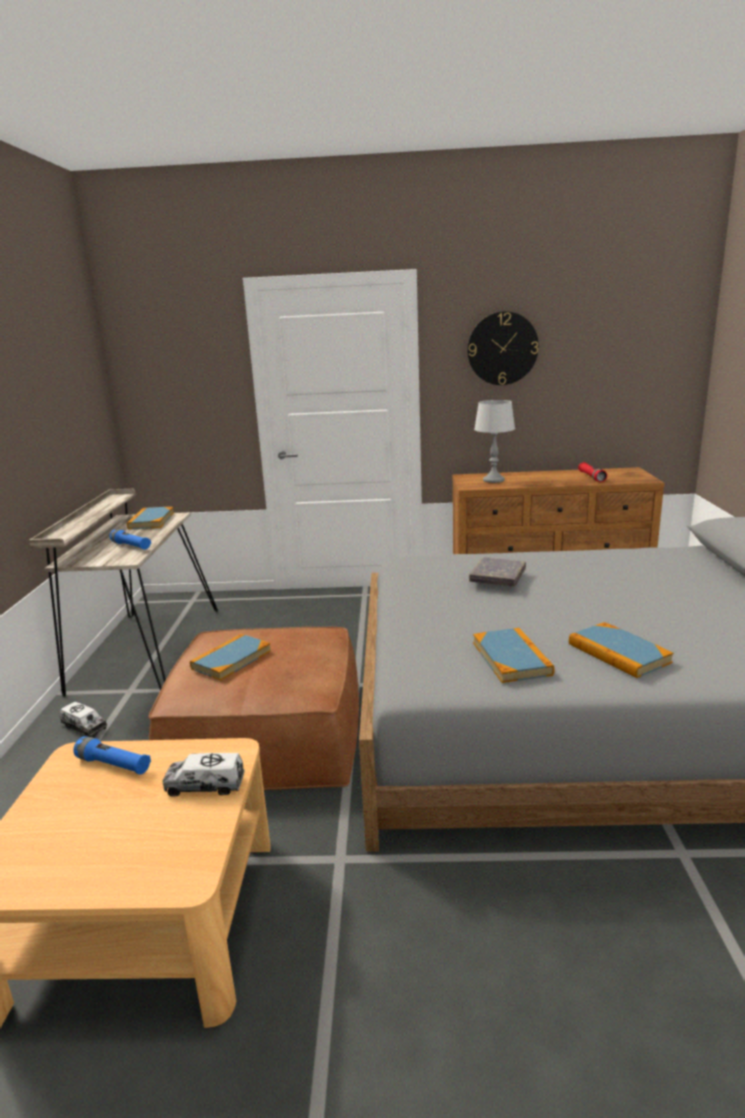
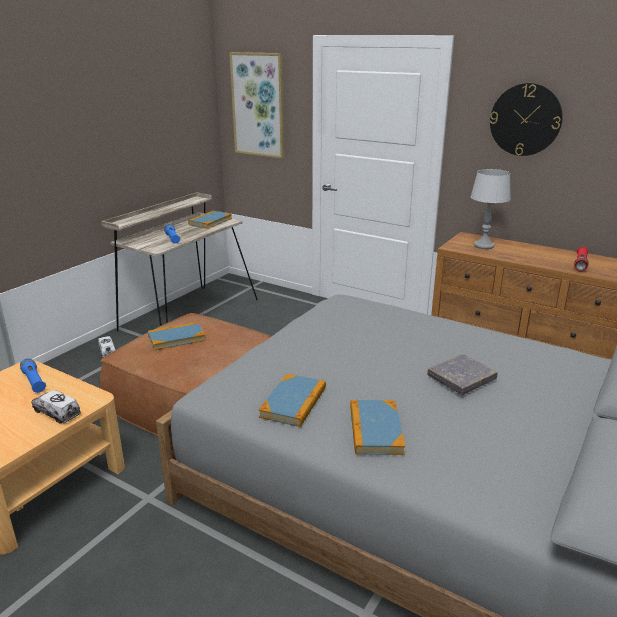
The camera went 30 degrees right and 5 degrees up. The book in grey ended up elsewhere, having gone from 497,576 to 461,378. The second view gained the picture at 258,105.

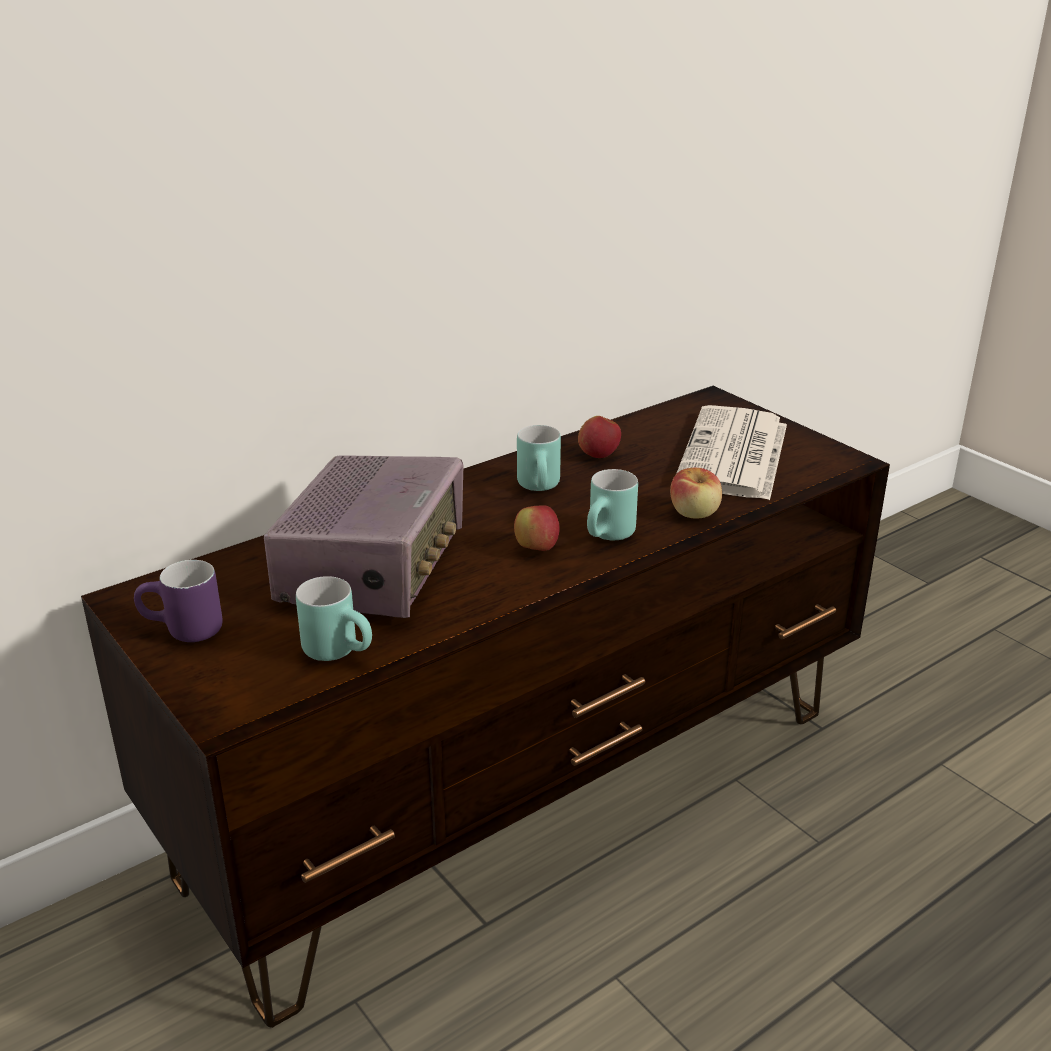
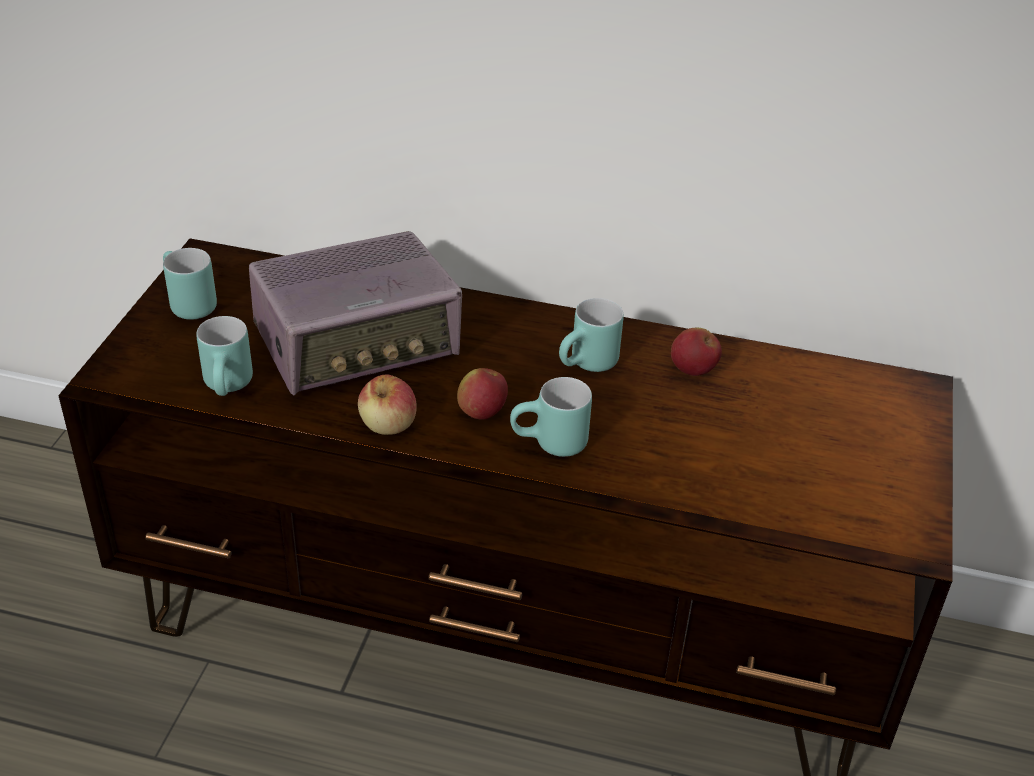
The camera went 50 degrees right and 10 degrees up. What was the mug in purple at 182,632 turned into the mug in turquoise at 185,304. The apple ended up elsewhere, having gone from 695,513 to 388,424. The second view lost the newspaper at 734,455.

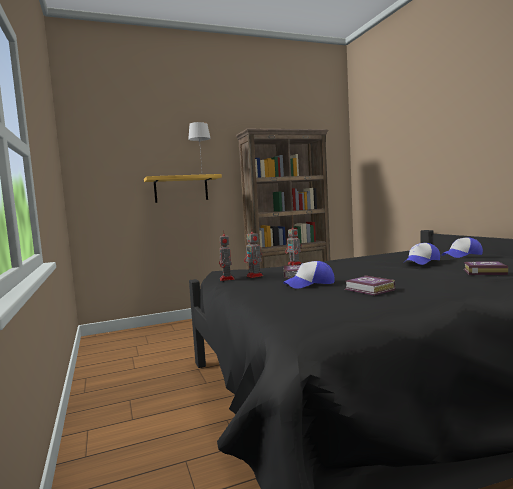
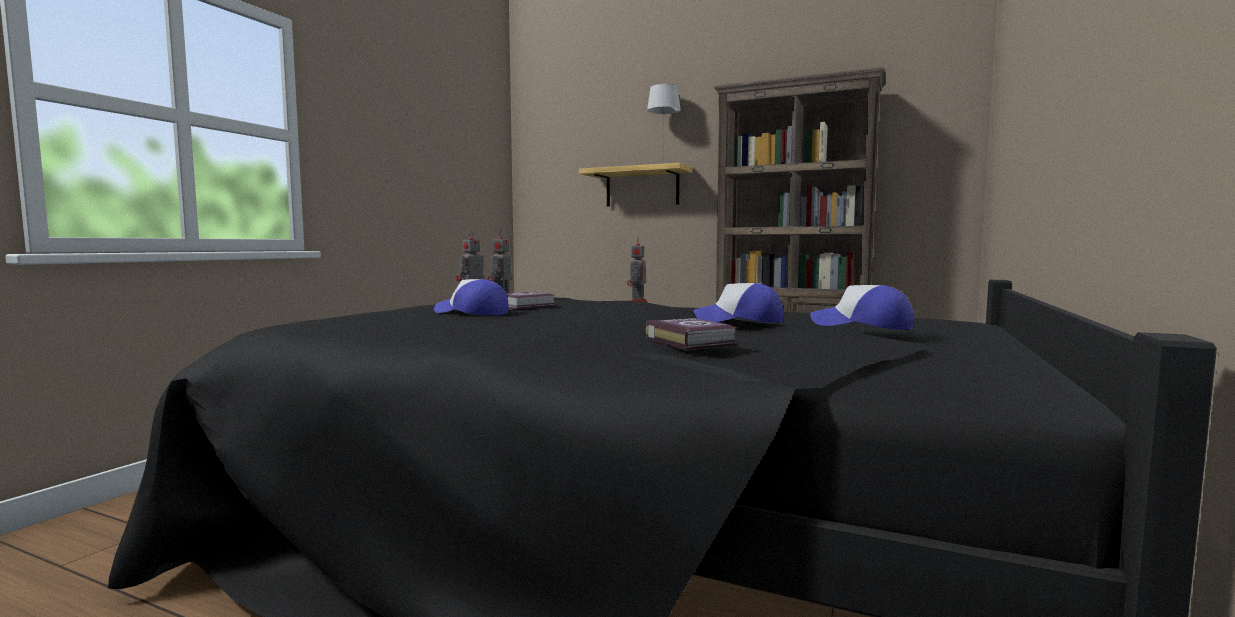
The camera went 45 degrees right and 0 degrees up. The second view lost the book at 369,290.

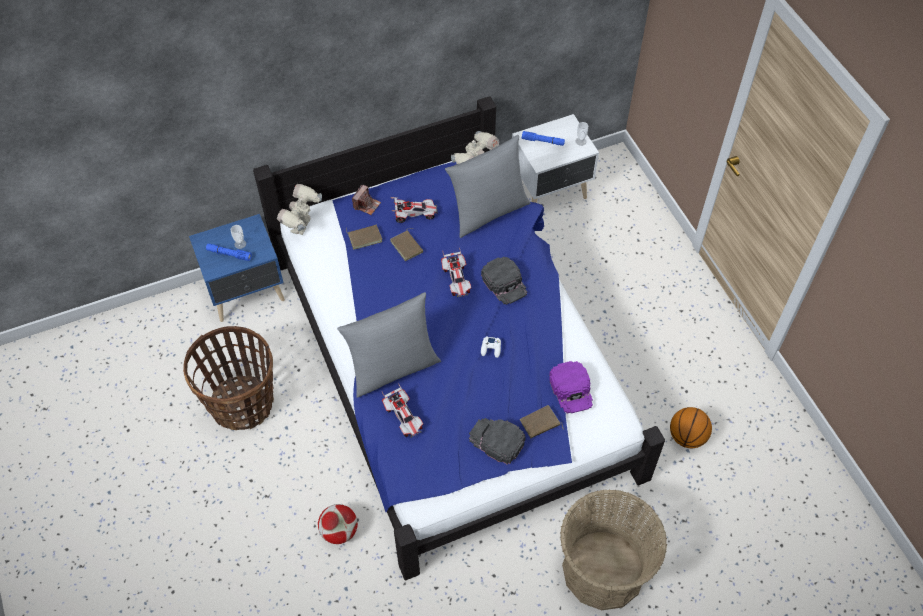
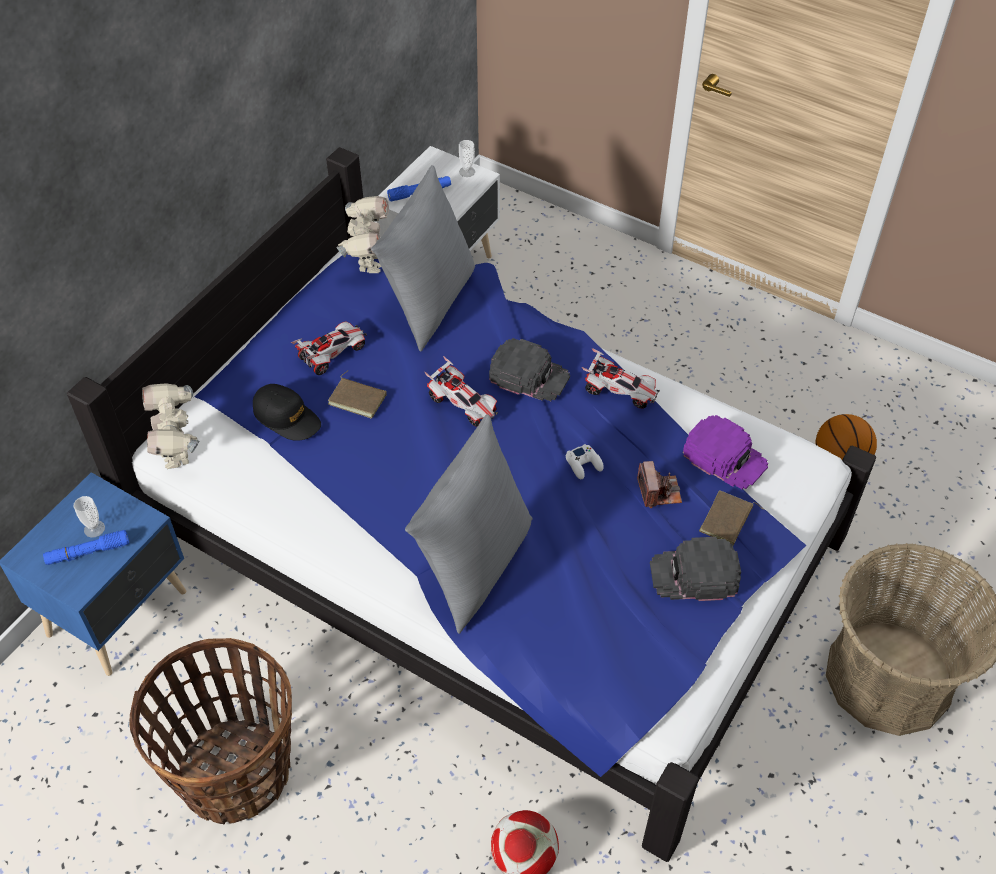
The camera went 35 degrees left and 5 degrees down. Where the book in brown stood at 365,237, the cap in black came to stand at 287,418. The photo camera ended up elsewhere, having gone from 366,205 to 659,491. The toy car ended up elsewhere, having gone from 403,417 to 619,391.

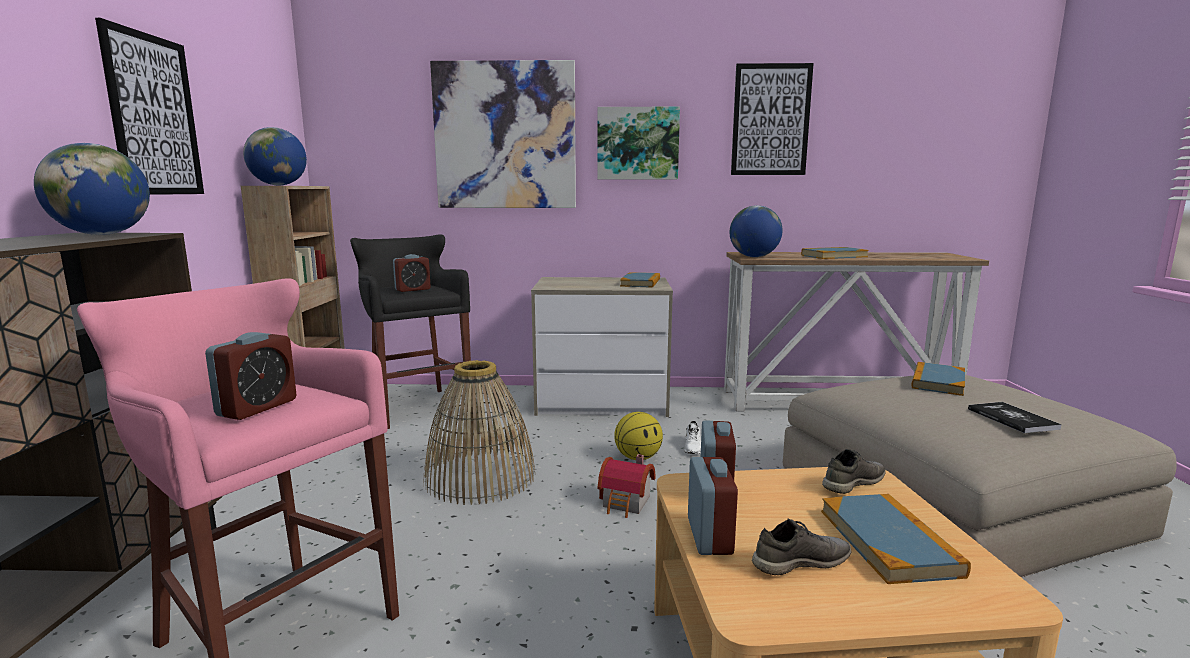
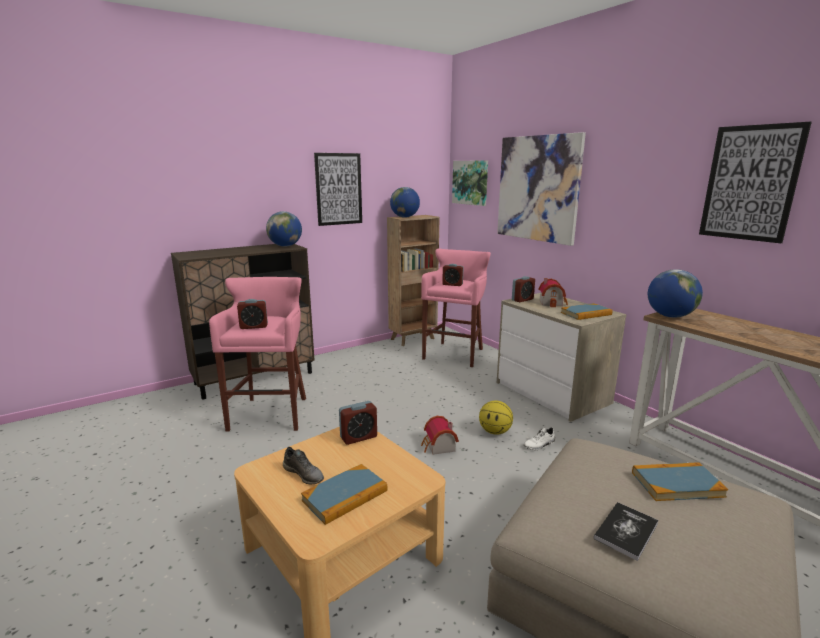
The camera went 55 degrees right and 5 degrees up. What was the stool in black at 417,407 turned into the stool in pink at 455,353. The second view lost the basket at 480,477. The picture ended up elsewhere, having gone from 637,143 to 470,182. The alarm clock ended up elsewhere, having gone from 709,536 to 522,300. The second view lost the book at 834,256. The second view lost the shoe in grey at 852,482. The second view gained the toy house at 552,303.

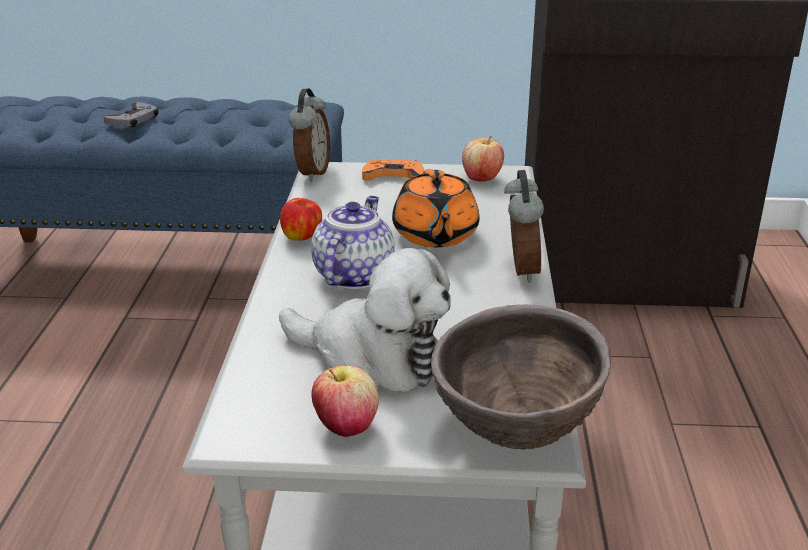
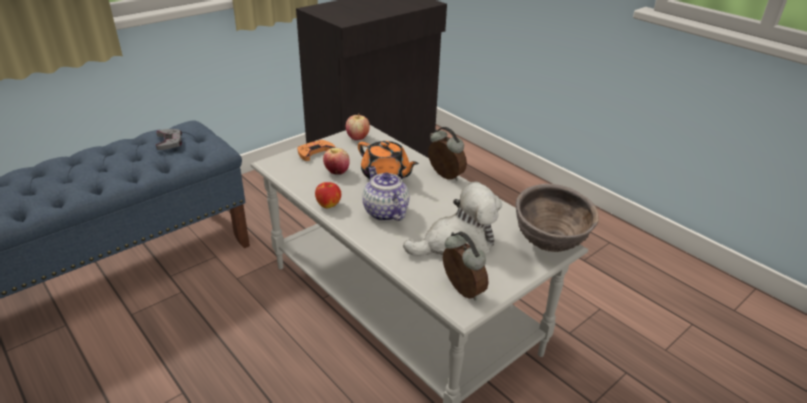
The camera went 45 degrees left and 5 degrees up. The game controller in grey ended up elsewhere, having gone from 133,120 to 169,142. The alarm clock ended up elsewhere, having gone from 311,173 to 461,291. The apple ended up elsewhere, having gone from 346,427 to 337,172.

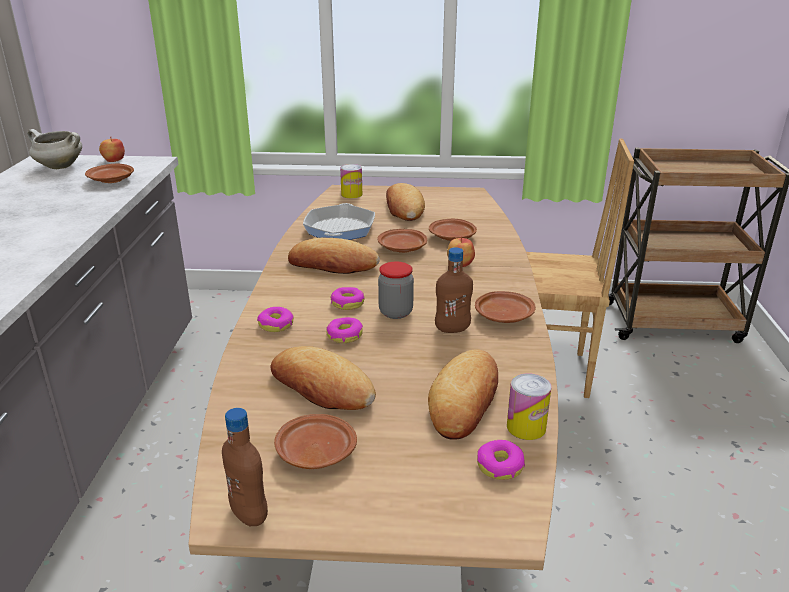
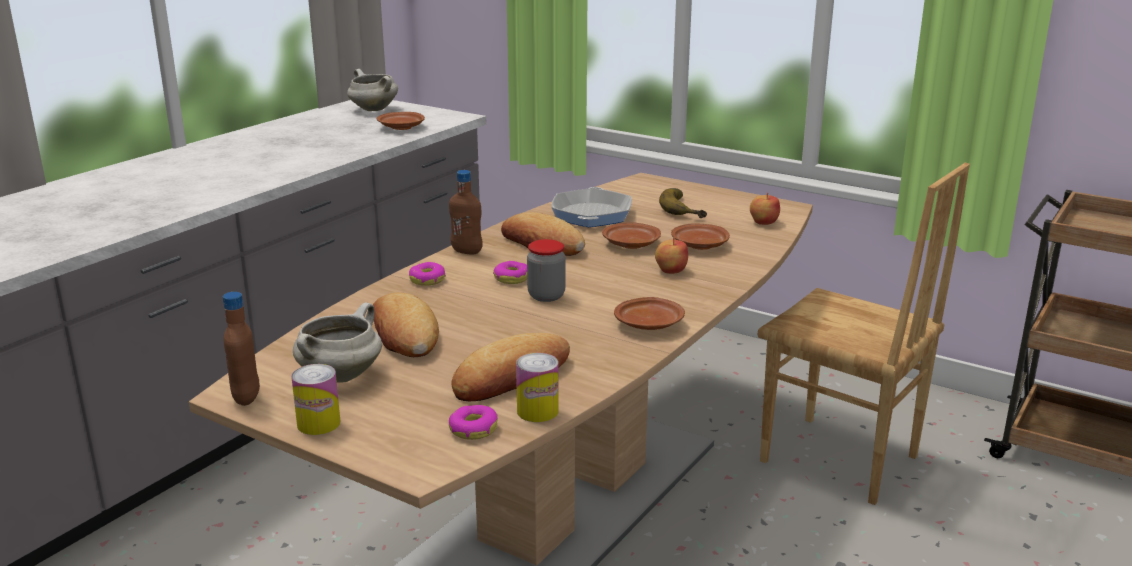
The camera went 30 degrees right and 5 degrees down. The apple ended up elsewhere, having gone from 114,160 to 763,222. Where the plate in brown stood at 315,452, the cooking pot in white came to stand at 340,375. The frying pan at 340,229 ended up facing another way, 150 degrees clockwise from before. The second view lost the donut at 344,335. The can ended up elsewhere, having gone from 351,194 to 318,423. Where the bread stood at 404,208, the banana came to stand at 686,208. The bottle in brown ended up elsewhere, having gone from 452,329 to 467,251.

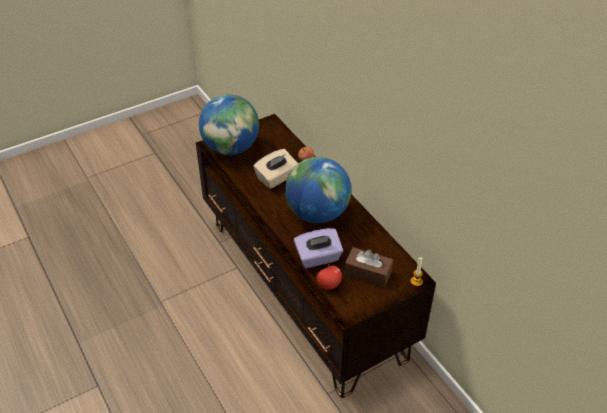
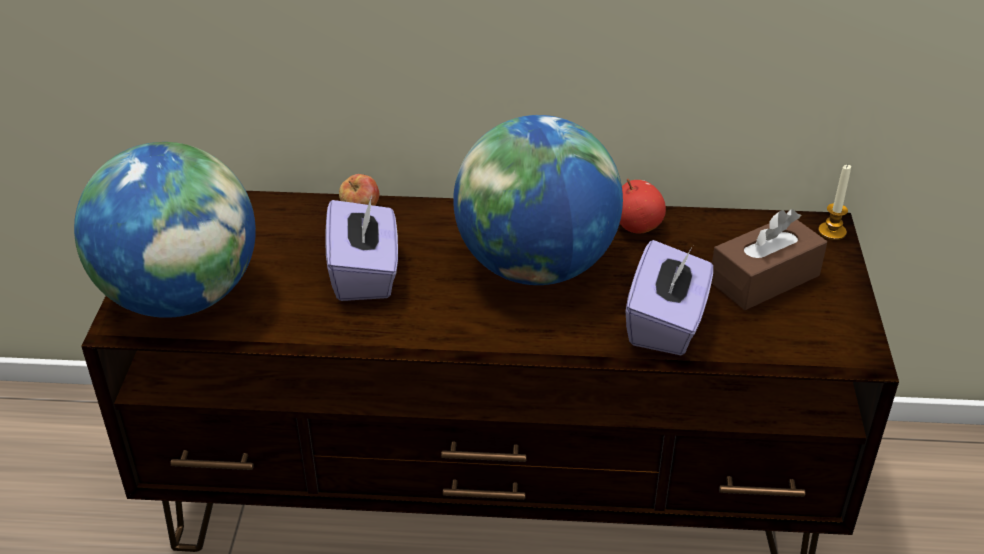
The camera went 55 degrees left and 5 degrees down. What was the tissue box in beige at 276,178 turned into the tissue box in purple at 365,274. The apple ended up elsewhere, having gone from 328,285 to 637,226.

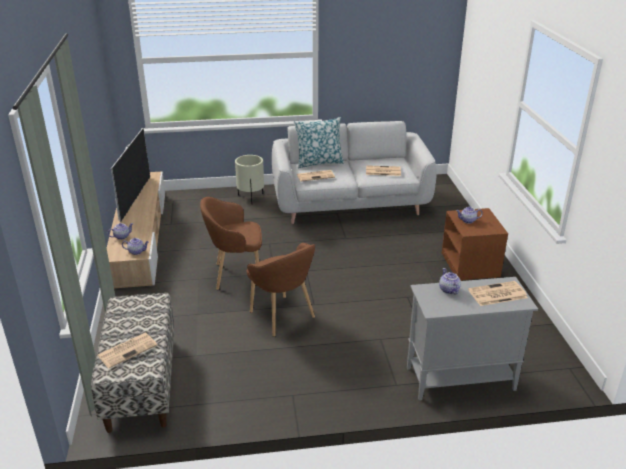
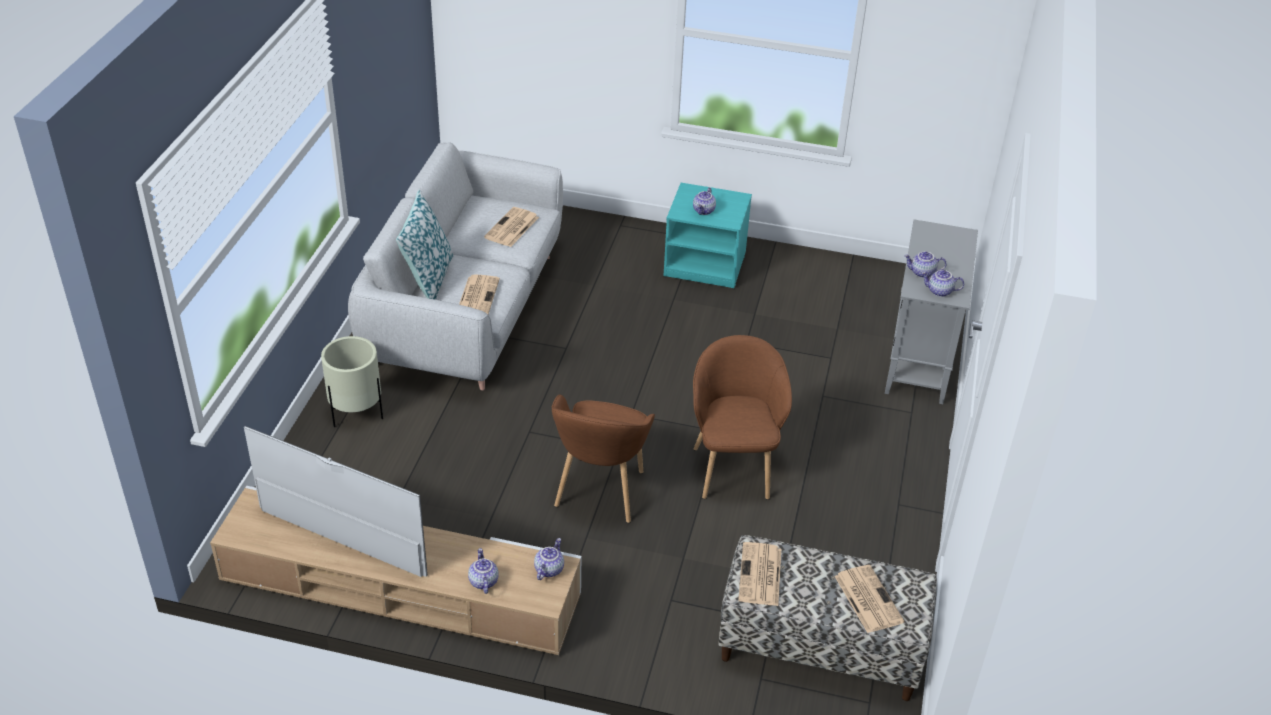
The camera went 70 degrees left and 10 degrees up. The armchair in brown at 282,316 ended up facing another way, 75 degrees counterclockwise from before. What was the nightstand in brown at 471,265 turned into the nightstand in turquoise at 706,264. The newspaper ended up elsewhere, having gone from 497,294 to 760,575. The second view gained the teapot at 939,291.

